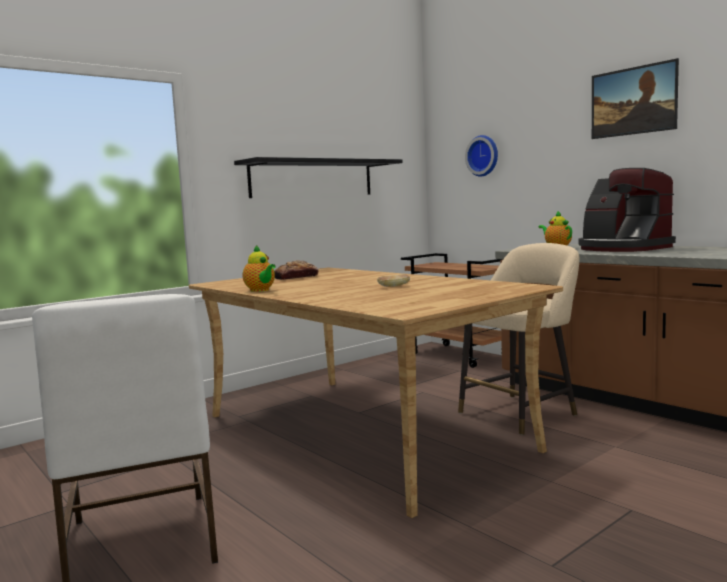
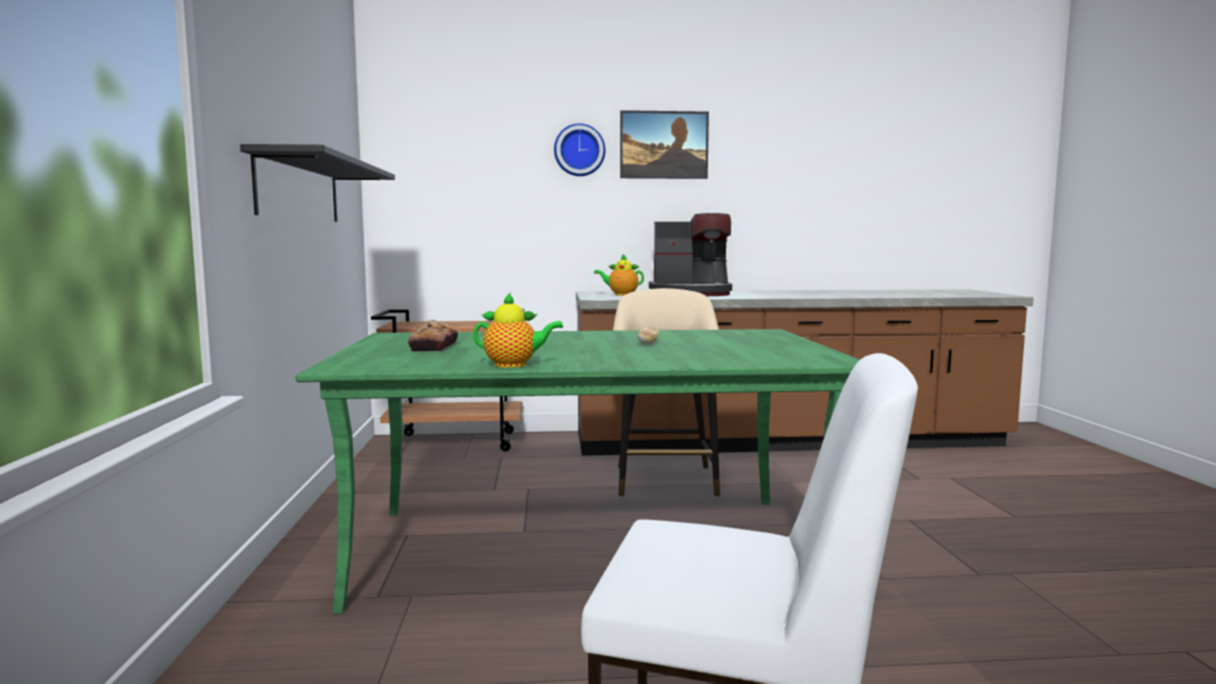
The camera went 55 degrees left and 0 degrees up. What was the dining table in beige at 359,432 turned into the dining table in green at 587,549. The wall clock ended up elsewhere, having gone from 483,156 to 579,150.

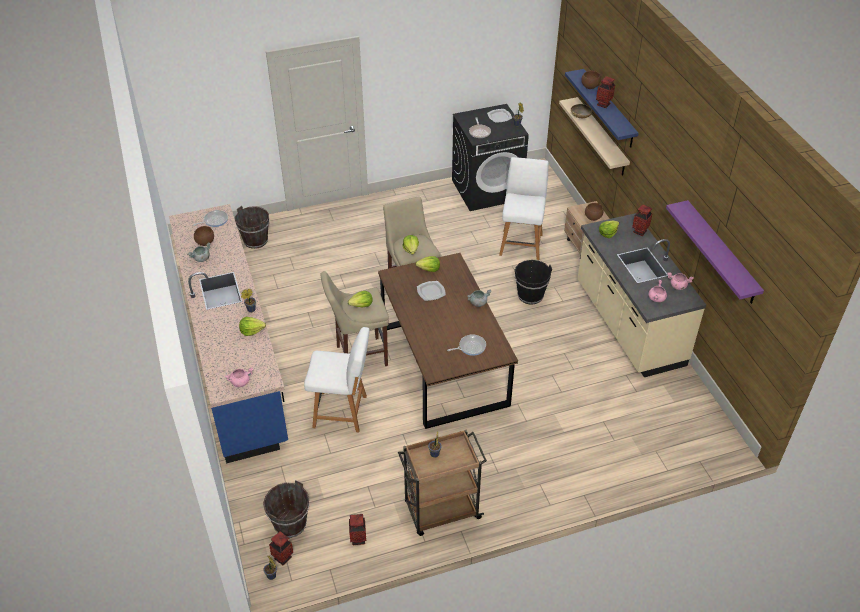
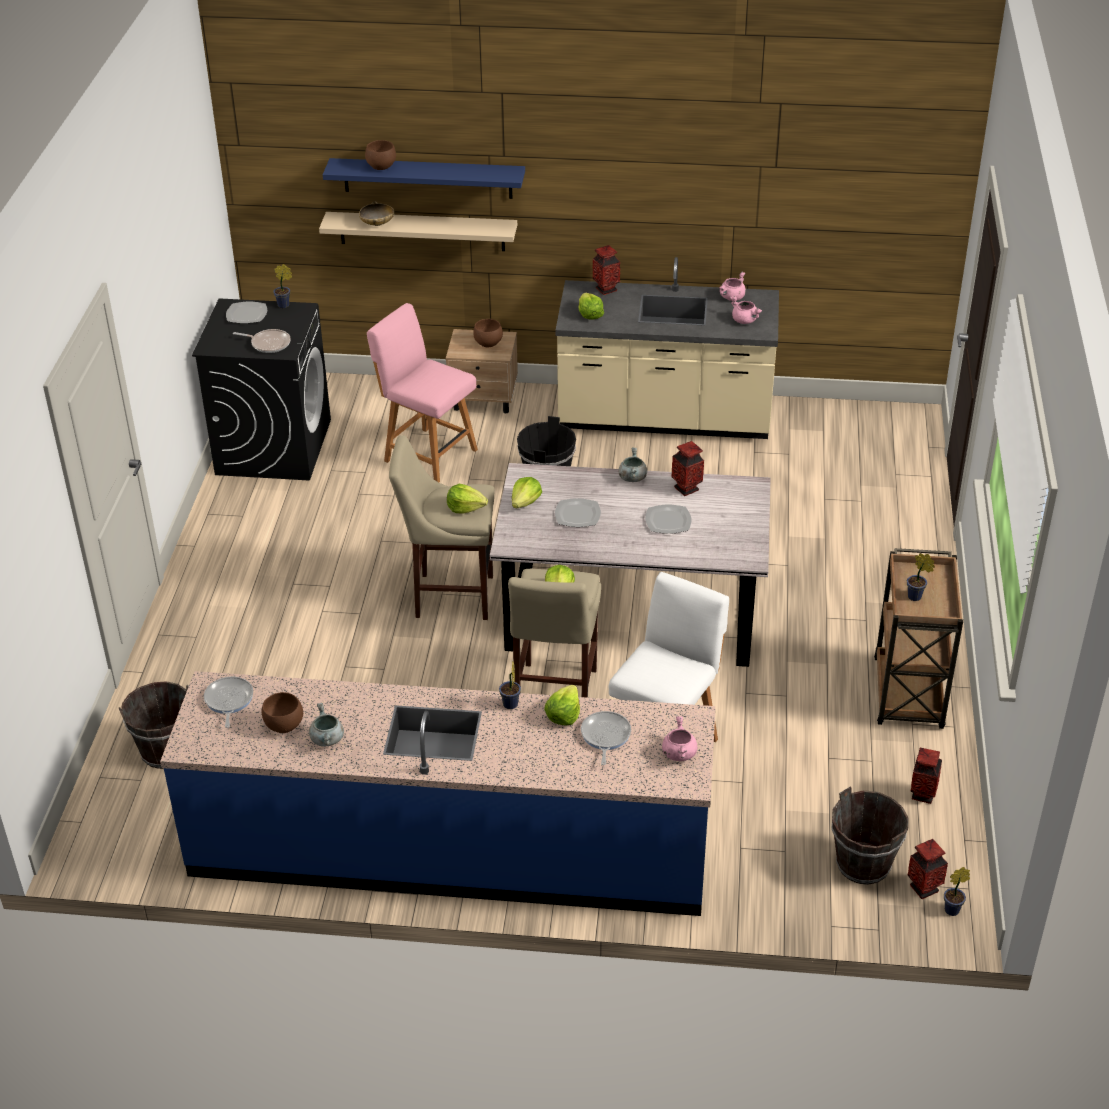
The camera went 65 degrees left and 5 degrees down. What was the dining table in brown at 444,364 turned into the dining table in grey at 631,608. The frying pan ended up elsewhere, having gone from 470,347 to 605,736. What was the chair in white at 521,243 turned into the chair in pink at 428,454. The vase ended up elsewhere, having gone from 603,104 to 686,489. The second view lost the shelf in purple at 721,252. The second view gained the plate at 668,520.

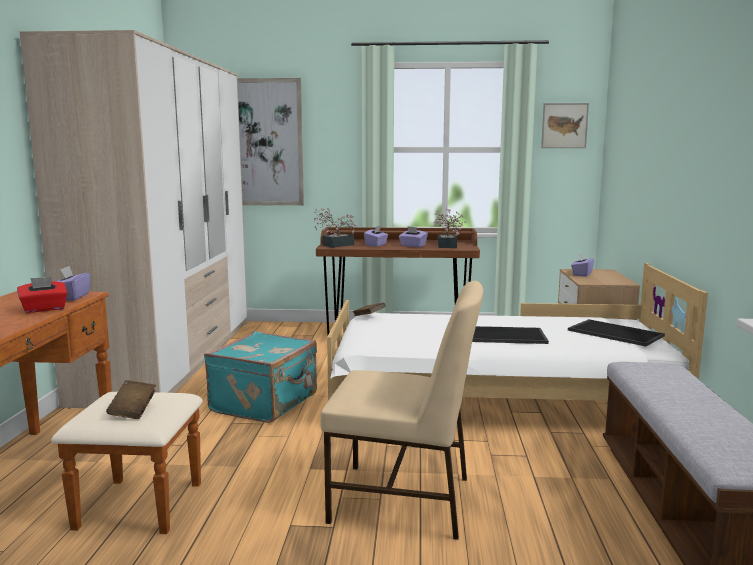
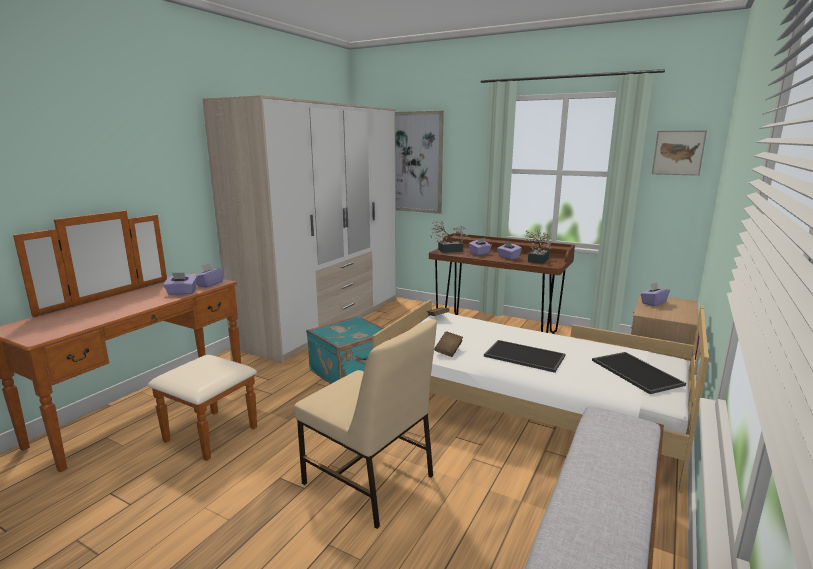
The camera went 25 degrees right and 5 degrees up. What was the tissue box in red at 44,309 turned into the tissue box in purple at 182,293. The book in brown ended up elsewhere, having gone from 133,411 to 448,351.

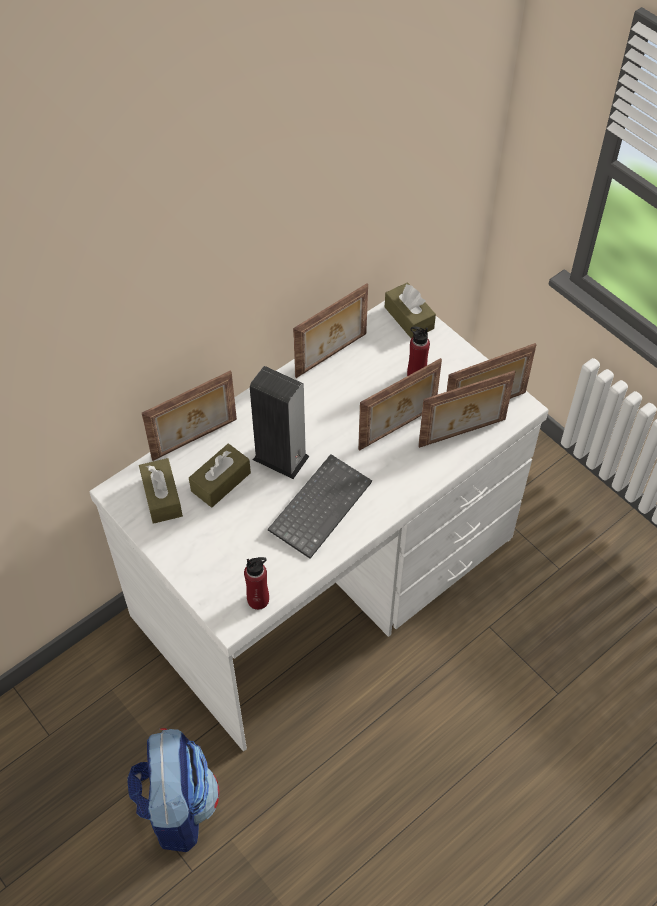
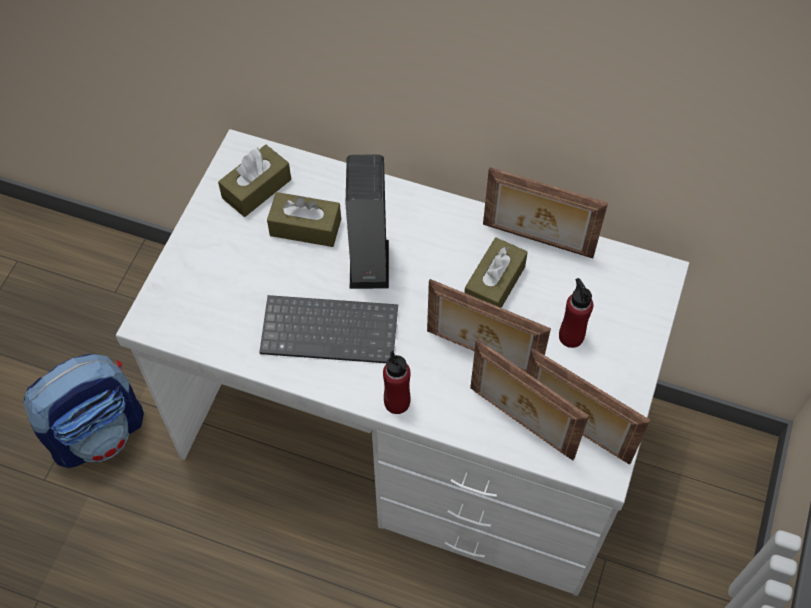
The camera went 60 degrees right and 5 degrees up. The second view lost the picture frame at 195,440. The bottle in red ended up elsewhere, having gone from 258,600 to 397,402. The tissue box in brown ended up elsewhere, having gone from 409,318 to 494,284.

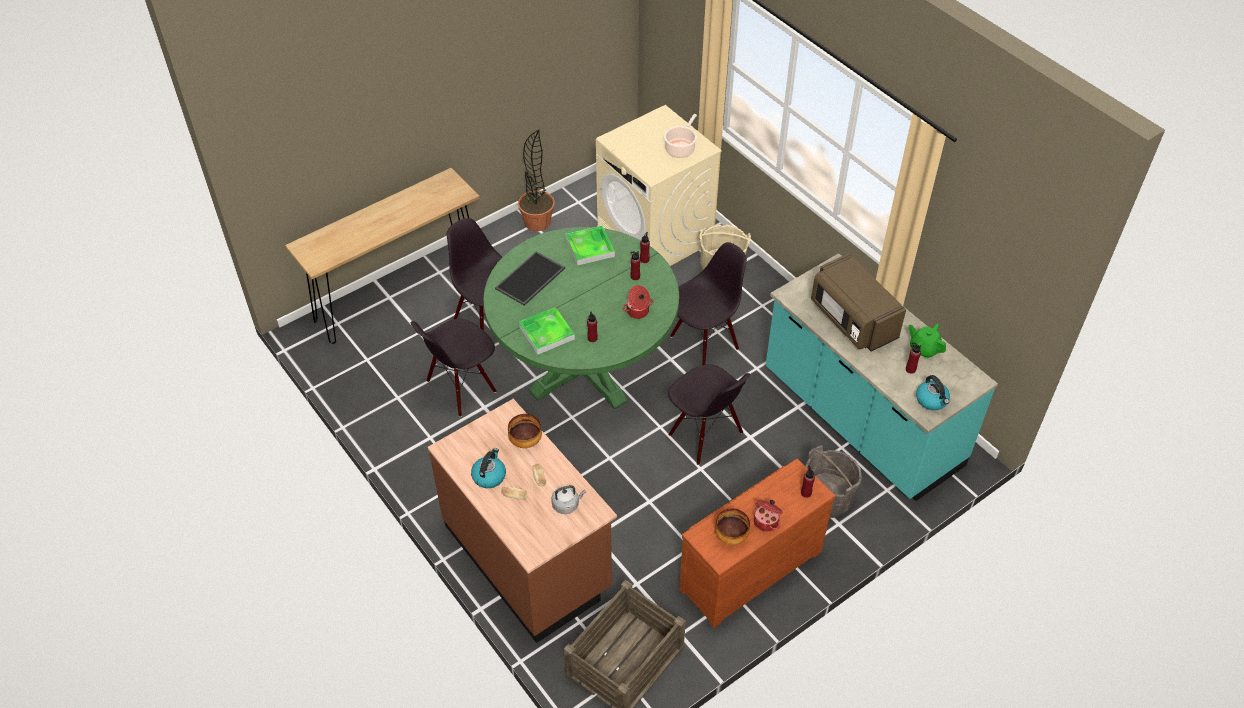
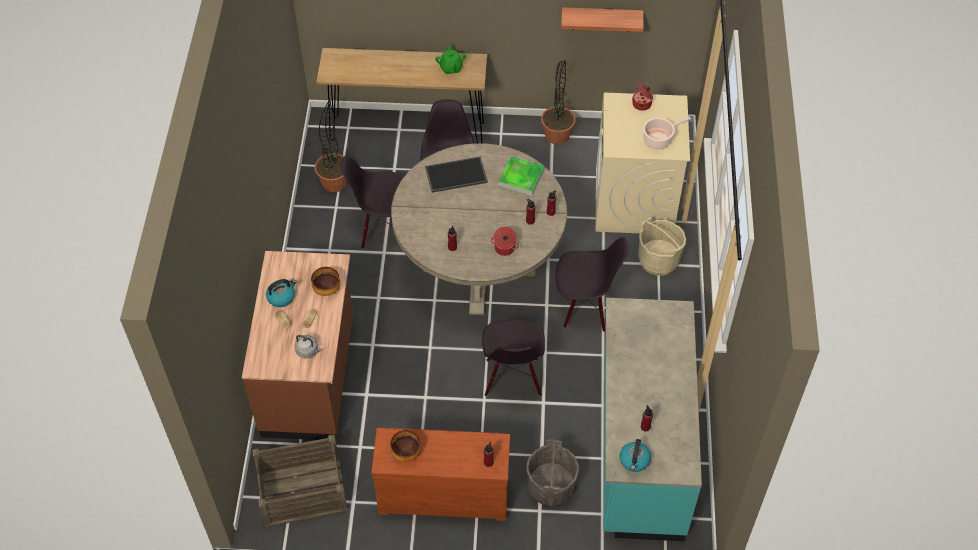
The camera went 40 degrees right and 5 degrees up. What was the dining table in green at 584,366 turned into the dining table in beige at 479,268. The second view lost the tray at 546,333. The cooking pot ended up elsewhere, having gone from 766,521 to 642,104. The second view lost the microwave in brown at 852,319. The teapot in green ended up elsewhere, having gone from 924,349 to 451,68. The second view gained the potted plant at 334,182. The second view gained the shelf at 601,19.

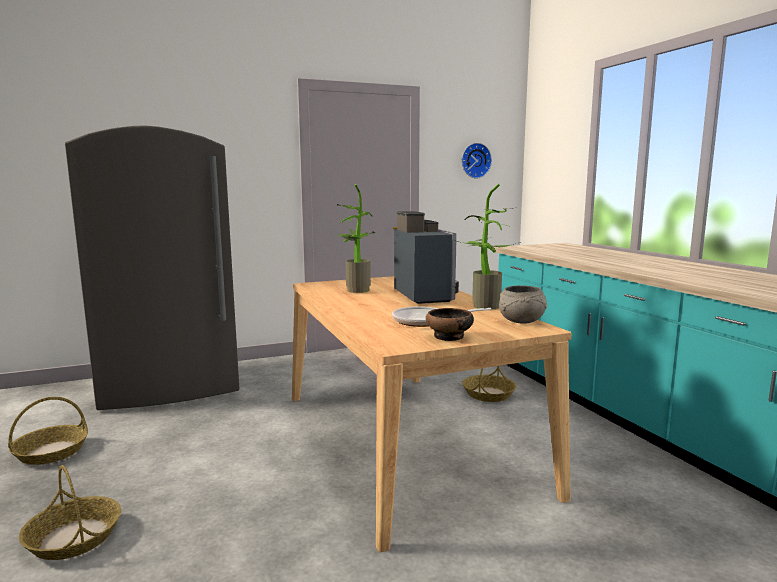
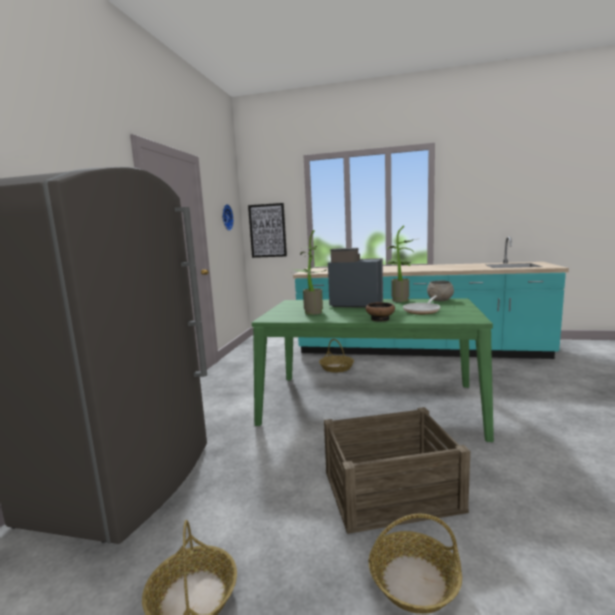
The camera went 55 degrees left and 0 degrees up. What was the dining table in beige at 404,440 turned into the dining table in green at 370,404. The bowl ended up elsewhere, having gone from 449,337 to 380,319. The second view gained the picture at 267,230. The second view gained the crate at 389,490.

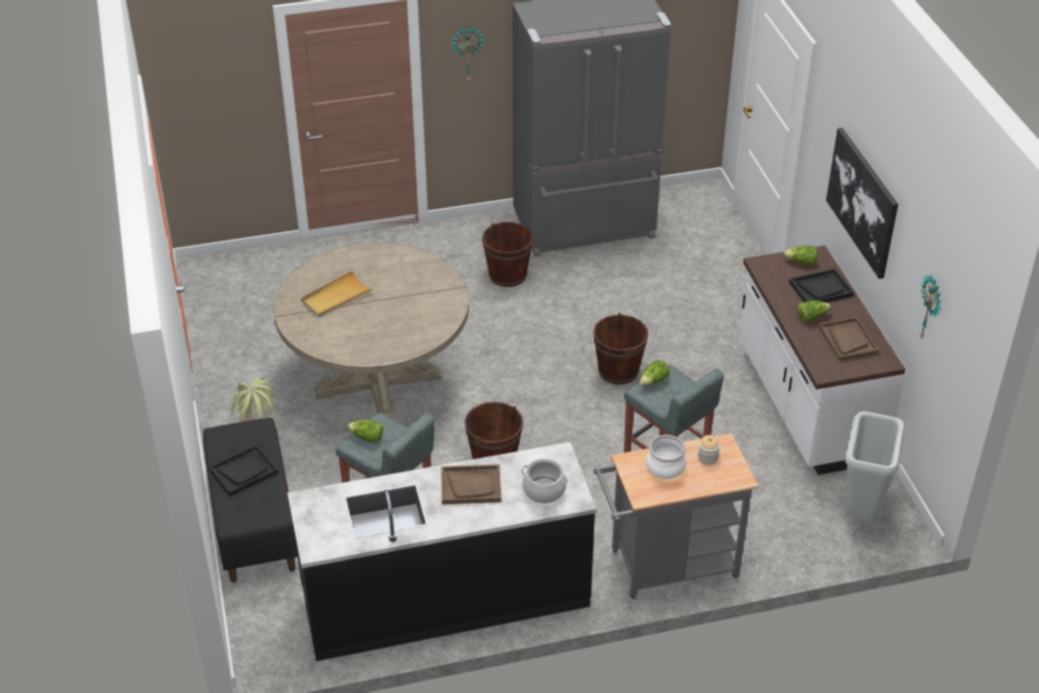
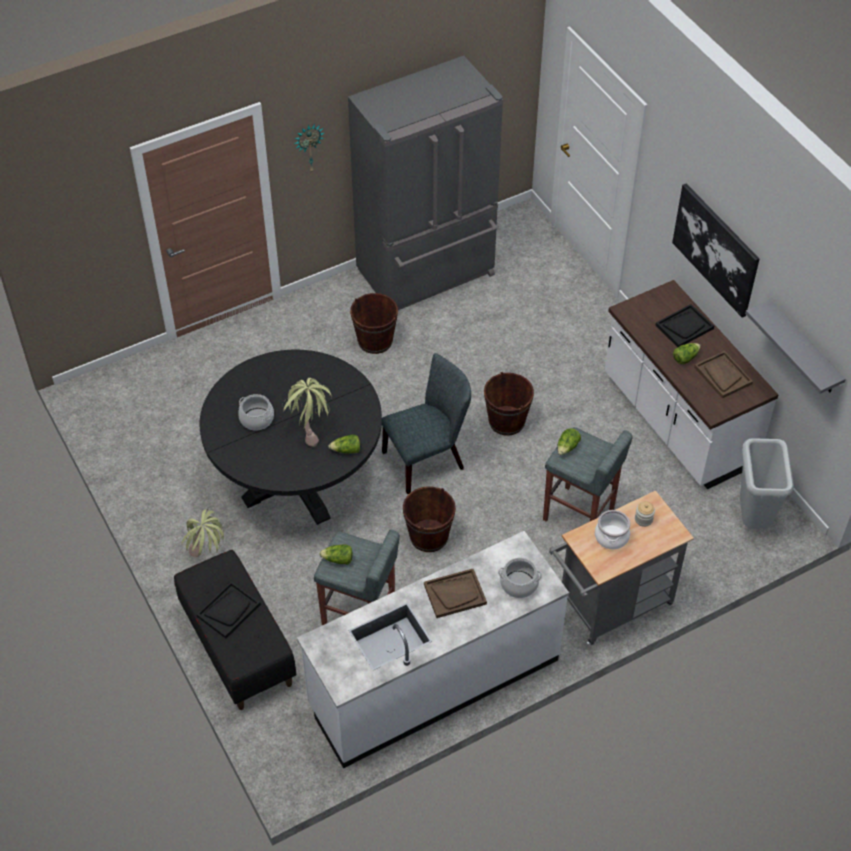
The camera went 15 degrees left and 10 degrees up. What was the dining table in beige at 378,384 turned into the dining table in black at 297,480. What was the counter in black at 445,599 turned into the counter in white at 433,682. Where the tray in beige stood at 336,297, the cooking pot came to stand at 256,419. The lettuce ended up elsewhere, having gone from 801,262 to 346,450. Where the wall clock hung at 931,309, the shelf in grey came to hang at 804,349. The second view gained the potted plant at 310,430. The second view gained the chair in grey at 428,459.

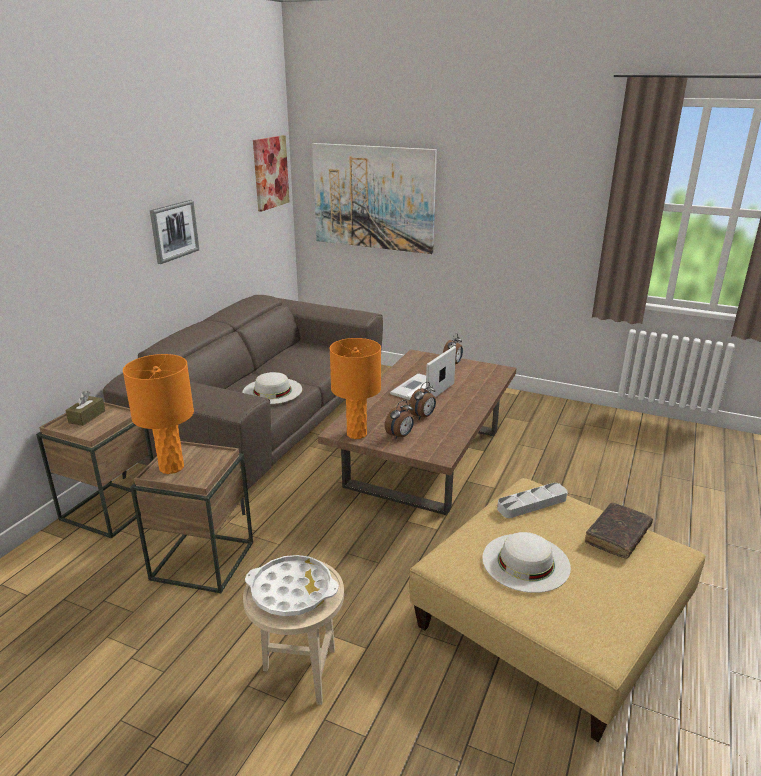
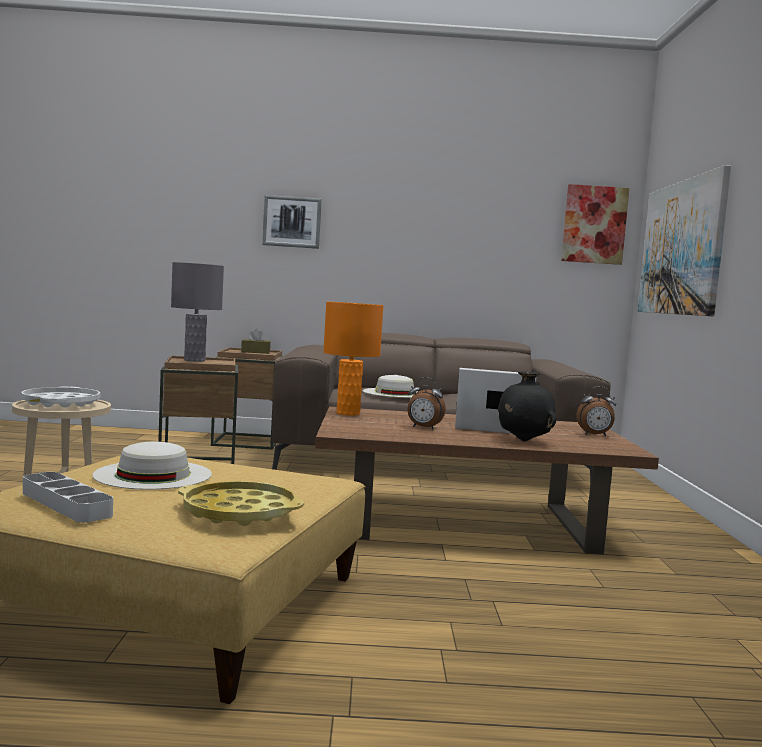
The camera went 65 degrees right and 20 degrees down. What was the table lamp in orange at 171,467 turned into the table lamp in grey at 194,360. The picture ended up elsewhere, having gone from 174,231 to 292,222. The second view lost the alarm clock at 400,436. The tray in grey ended up elsewhere, having gone from 532,504 to 66,503. Where the book in brown stood at 617,536, the tray in yellow came to stand at 239,512. The second view gained the vase in black at 523,441.

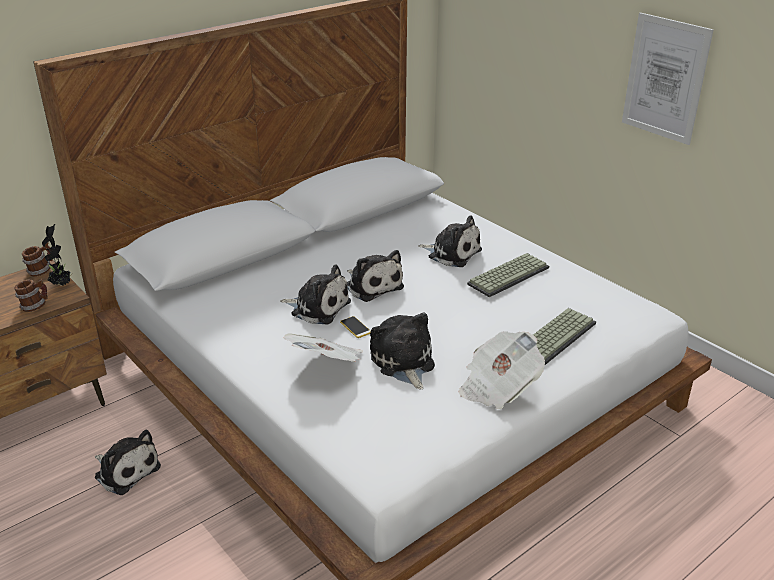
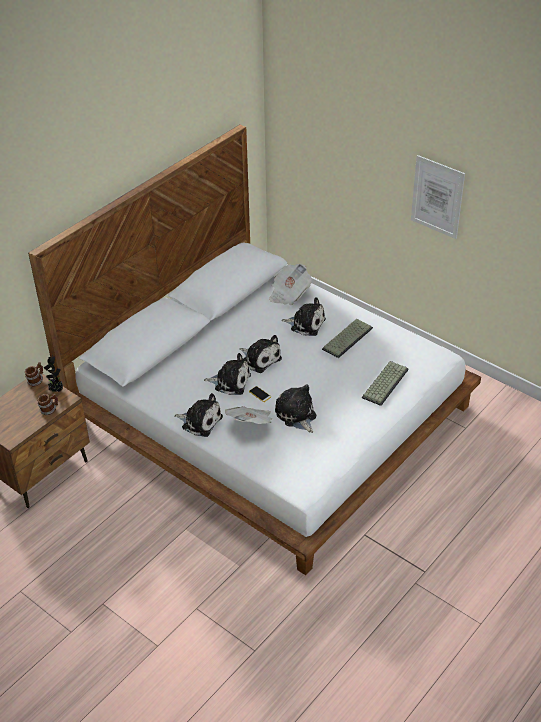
The camera went 10 degrees left and 10 degrees up. The plush toy ended up elsewhere, having gone from 126,470 to 200,421. The newspaper ended up elsewhere, having gone from 498,387 to 289,294.

